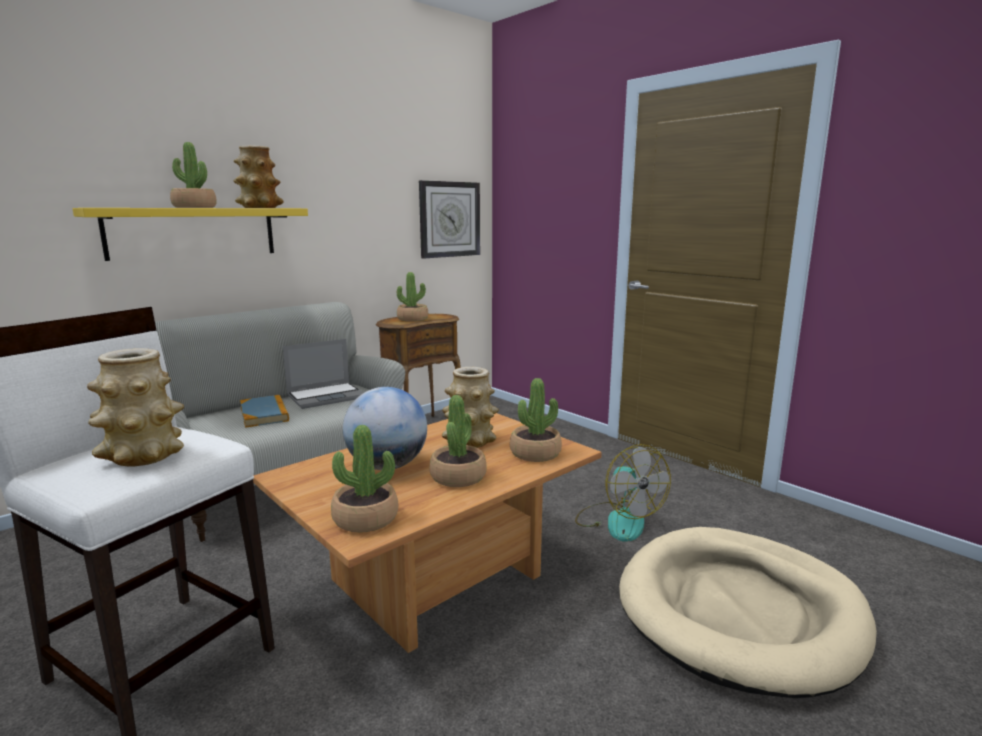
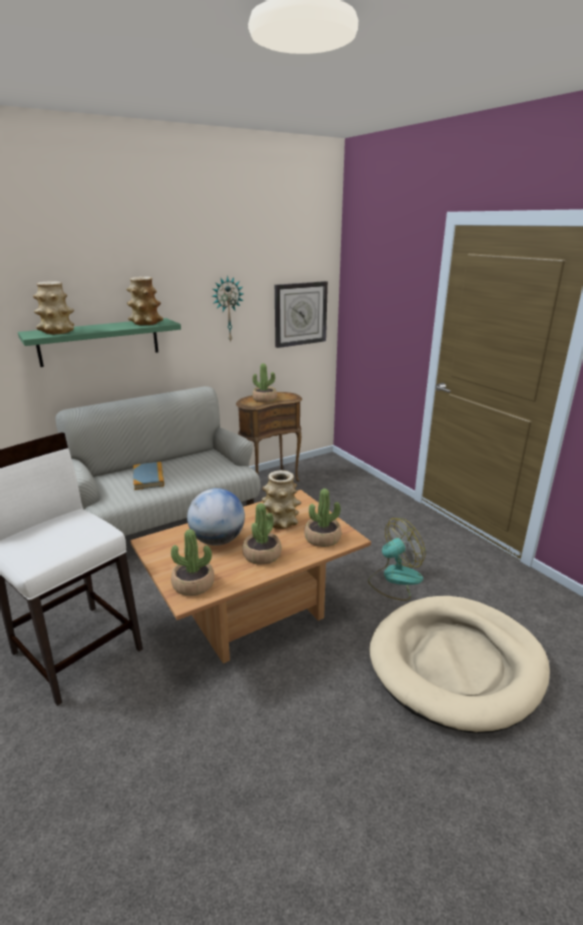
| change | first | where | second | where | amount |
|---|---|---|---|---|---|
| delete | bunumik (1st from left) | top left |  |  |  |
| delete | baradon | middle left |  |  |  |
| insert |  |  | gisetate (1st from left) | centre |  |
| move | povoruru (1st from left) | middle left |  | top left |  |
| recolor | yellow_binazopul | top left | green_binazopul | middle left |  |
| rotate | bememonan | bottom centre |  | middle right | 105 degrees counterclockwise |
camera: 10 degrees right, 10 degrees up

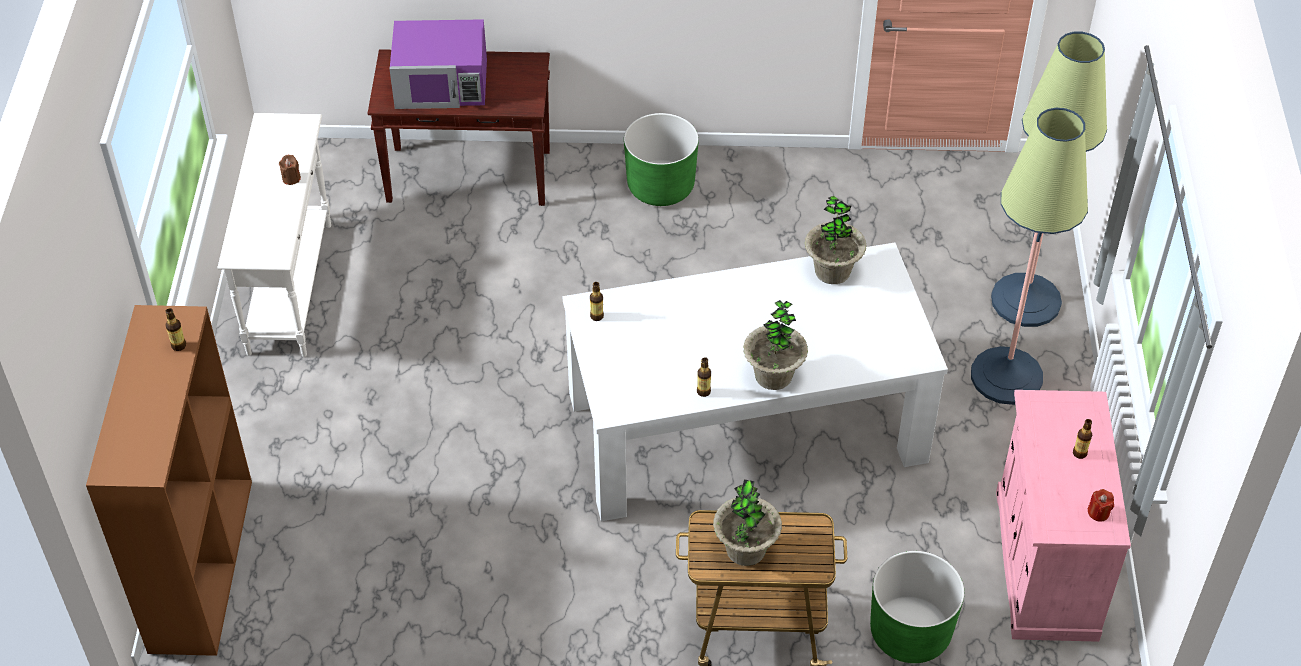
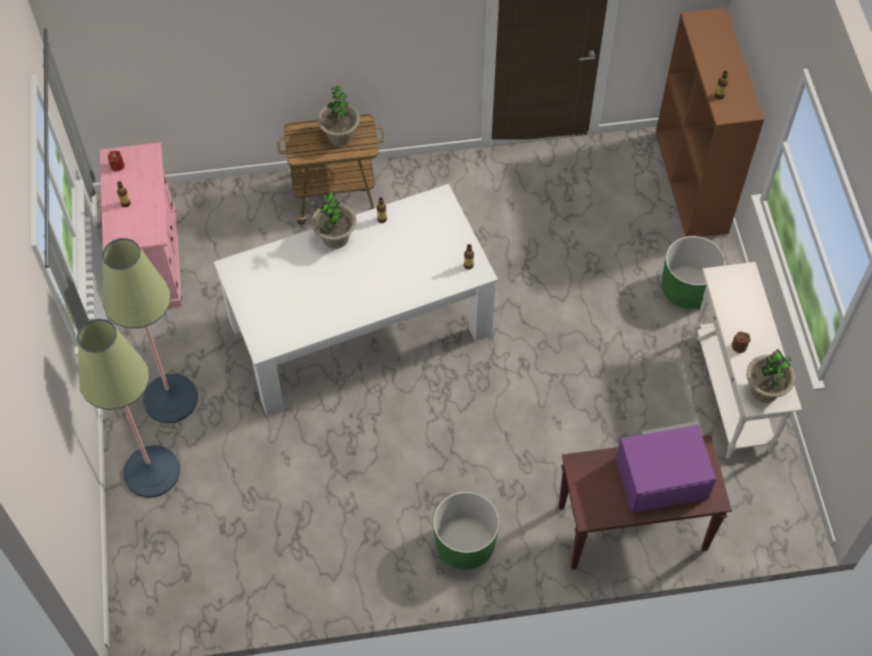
| change | first | where | second | where | amount |
|---|---|---|---|---|---|
| move | bunumik (3rd from left) | centre |  | middle right |  |
| move | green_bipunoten (2nd from left) | bottom right |  | middle right |  |
camera: 170 degrees right, 10 degrees up

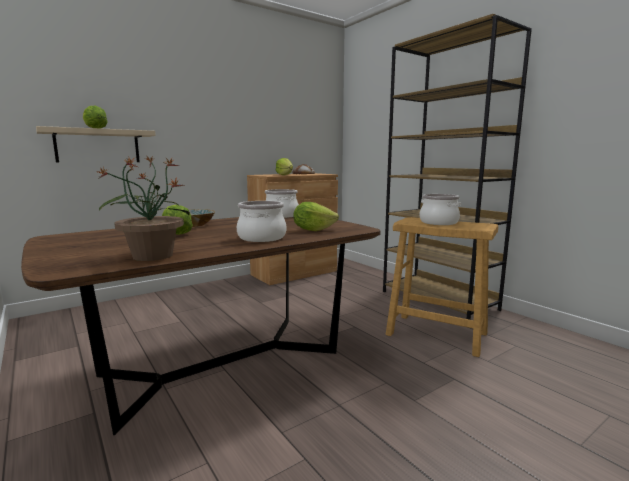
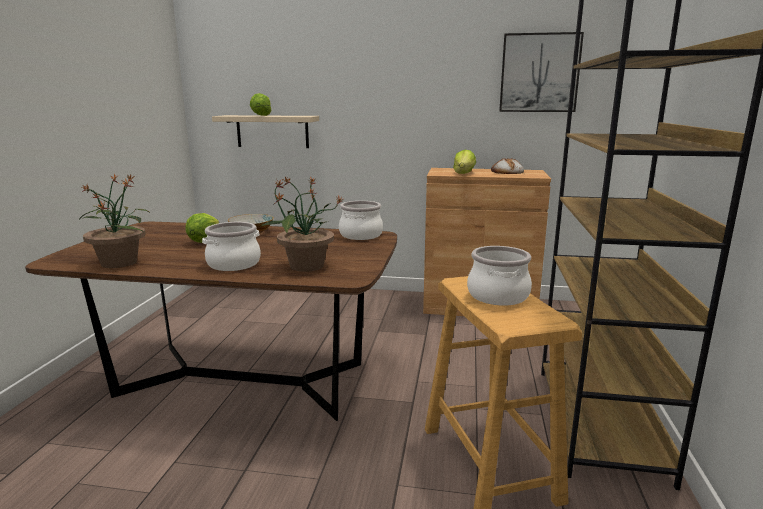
| change | first | where | second | where | amount |
|---|---|---|---|---|---|
| insert |  |  | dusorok | top right |  |
| replace | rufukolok (4th from left) | centre | bunumik (2nd from left) | centre |  |
camera: 45 degrees right, 5 degrees up

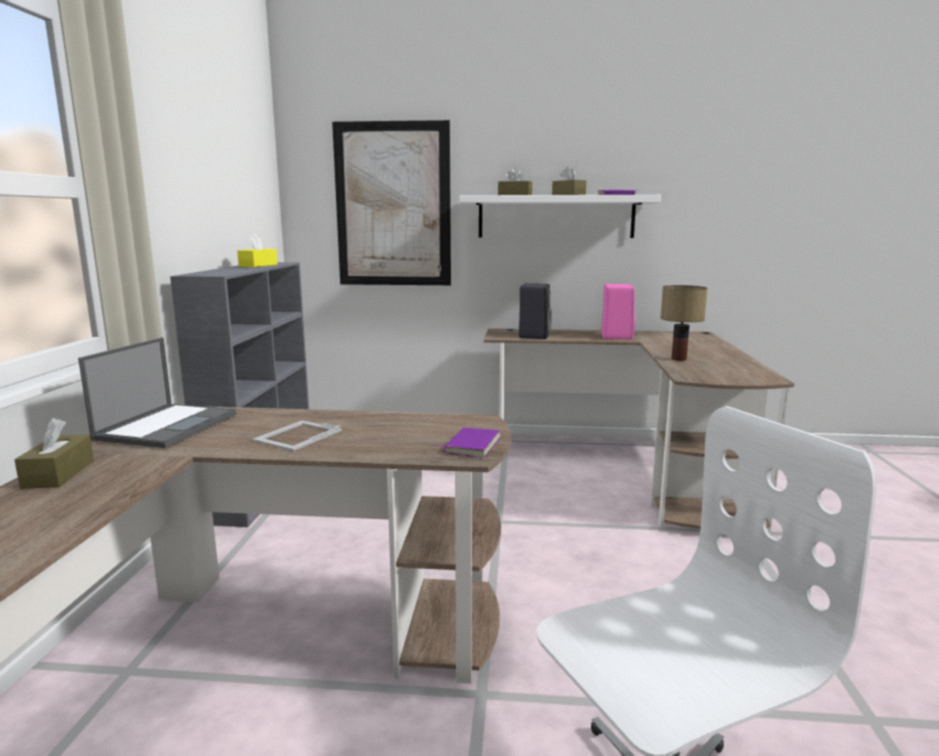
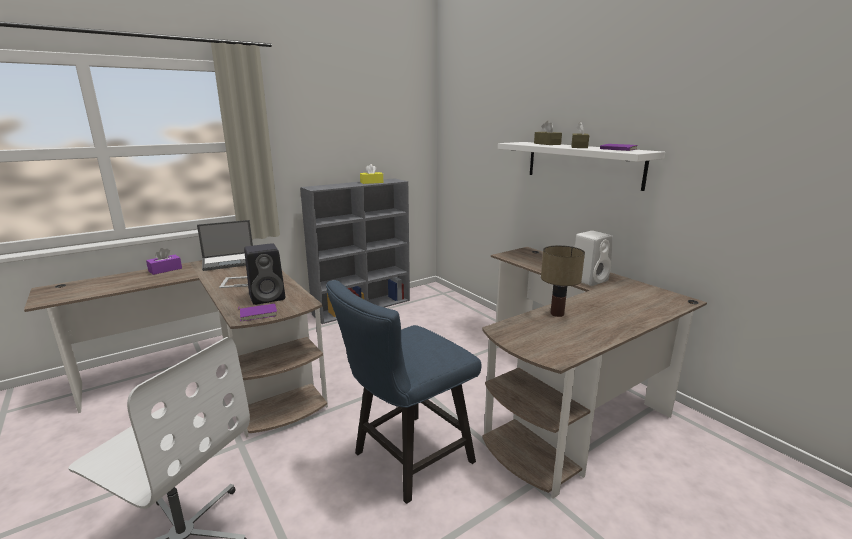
| change | first | where | second | where | amount |
|---|---|---|---|---|---|
| delete | dusorok | top centre |  |  |  |
| insert |  |  | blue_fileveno | bottom centre |  |
| move | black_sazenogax | centre |  | middle left |  |
| recolor | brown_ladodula (1st from left) | middle left | purple_ladodula | middle left |  |
| recolor | pink_sazenogax | centre | white_sazenogax | middle right |  |
camera: 50 degrees right, 5 degrees up

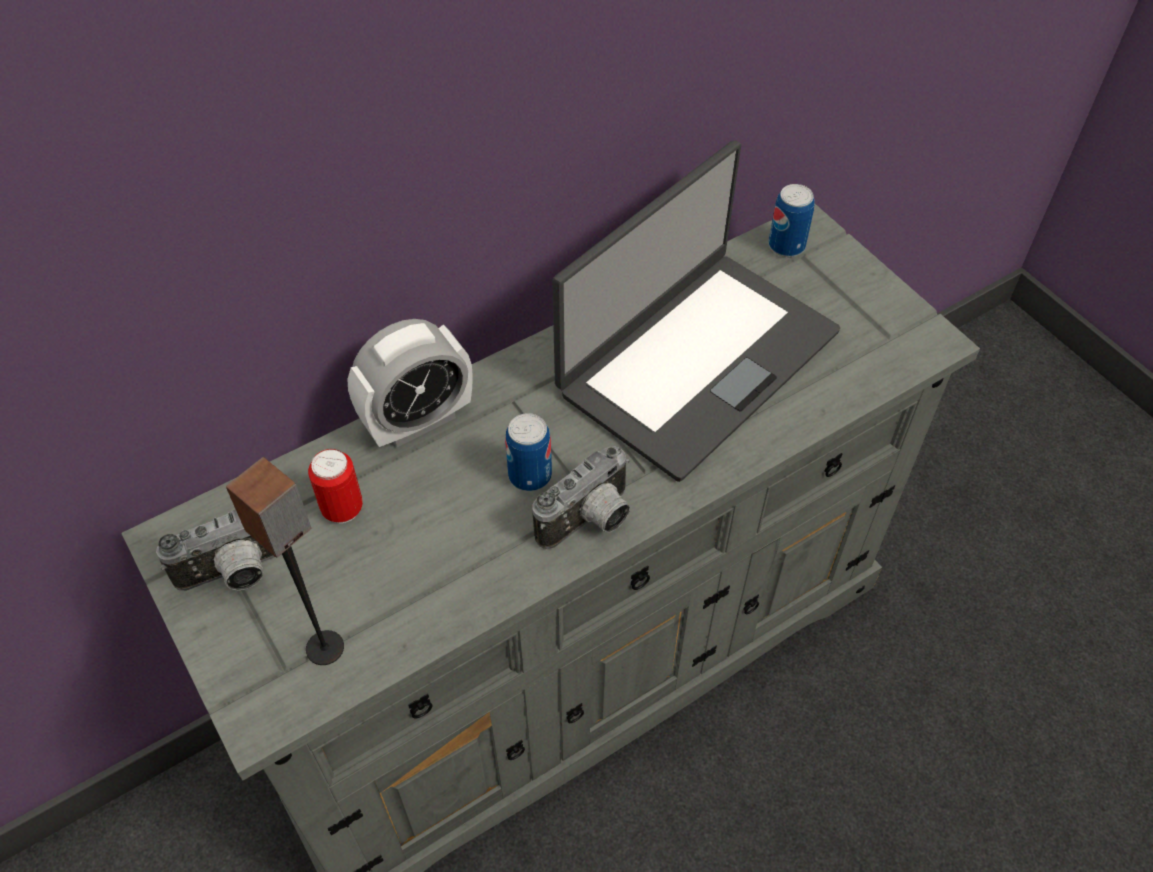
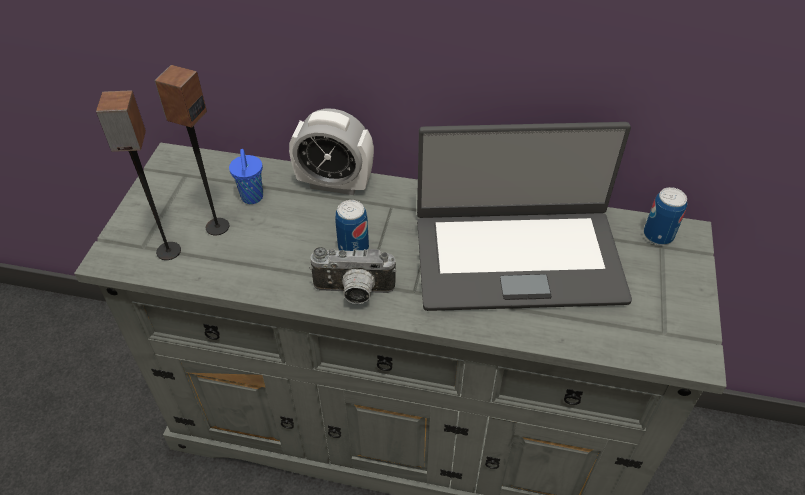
| change | first | where | second | where | amount |
|---|---|---|---|---|---|
| delete | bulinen (1st from left) | middle left |  |  |  |
| insert |  |  | sazenogax (2nd from left) | top left |  |
| replace | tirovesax (1st from left) | middle left | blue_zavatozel | middle left |  |
camera: 45 degrees right, 5 degrees down

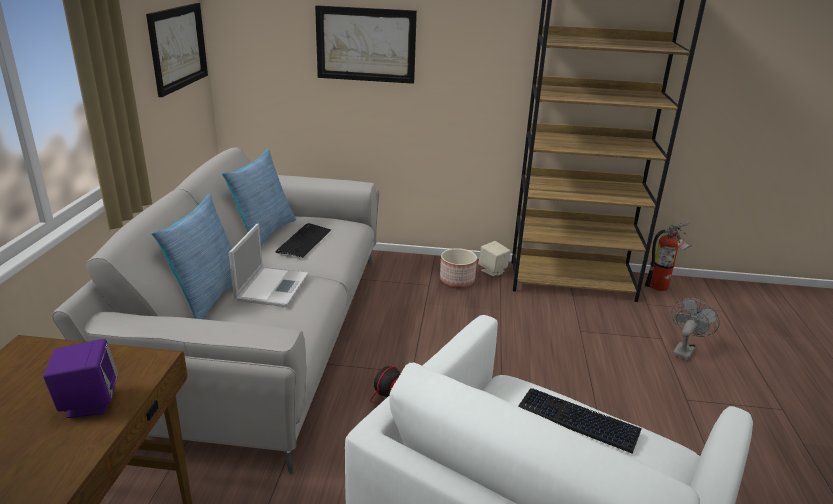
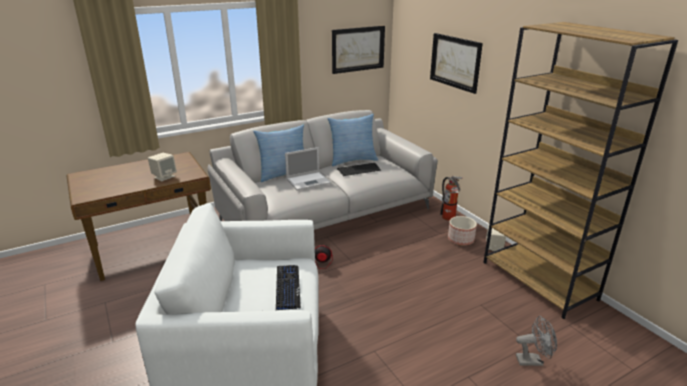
| change | first | where | second | where | amount |
|---|---|---|---|---|---|
| move | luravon | middle right |  | centre |  |
| recolor | purple_sazenogax | bottom left | beige_sazenogax (1st from left) | middle left |  |
camera: 55 degrees right, 0 degrees up

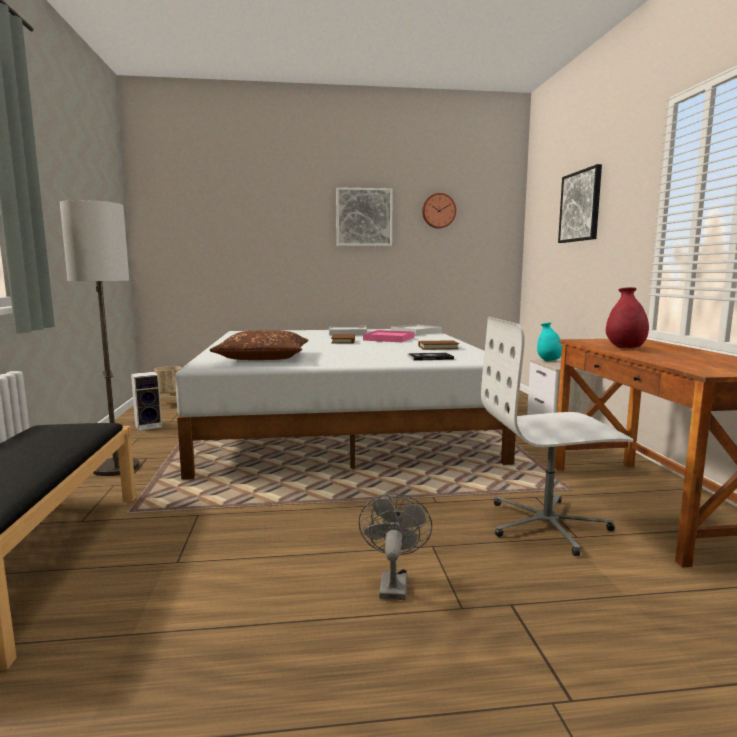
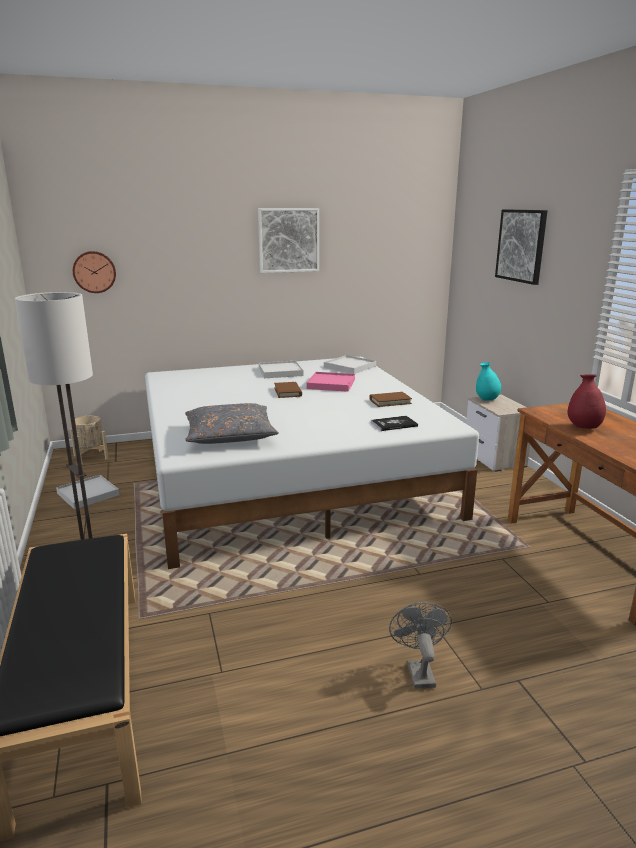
| change | first | where | second | where | amount |
|---|---|---|---|---|---|
| delete | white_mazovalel | middle right |  |  |  |
| move | gisetate | top centre |  | top left |  |
| replace | sazenogax | middle left | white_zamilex (1st from left) | middle left |  |
| recolor | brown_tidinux | centre | grey_tidinux | centre |  |
camera: 10 degrees left, 10 degrees up

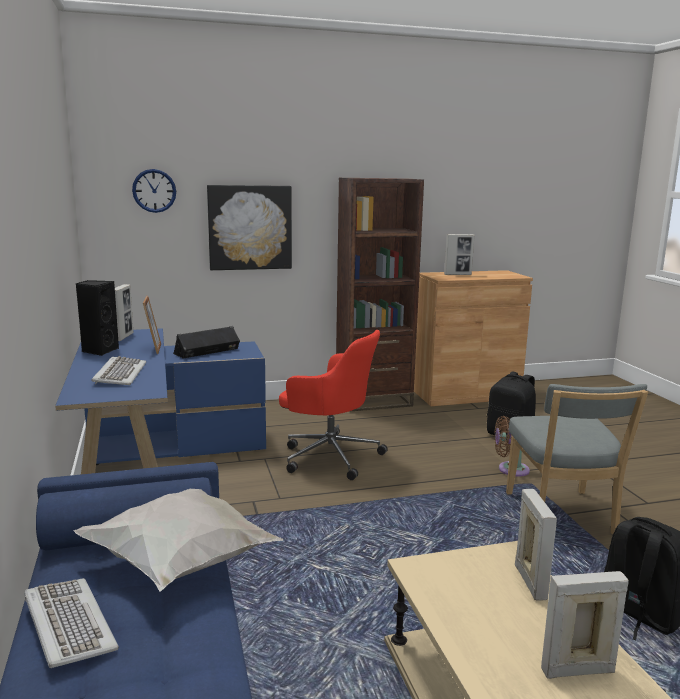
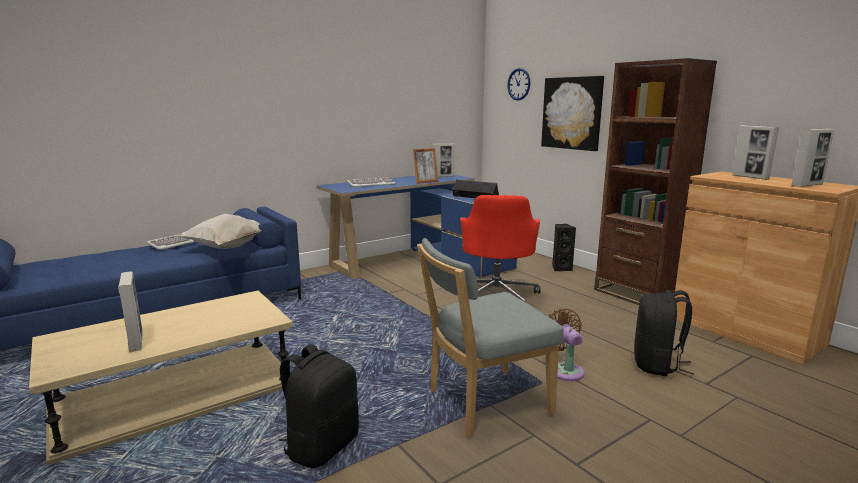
| change | first | where | second | where | amount |
|---|---|---|---|---|---|
| move | black_sazenogax (1st from left in the first image) | middle left | black_sazenogax (2nd from left) | centre |  |
| move | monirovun (4th from left in the first image) | bottom right | monirovun (5th from left) | top right |  |
camera: 70 degrees right, 0 degrees up

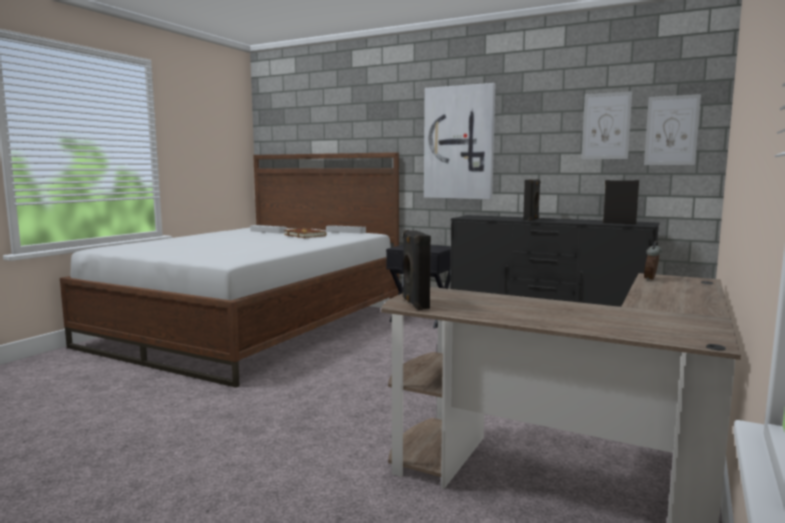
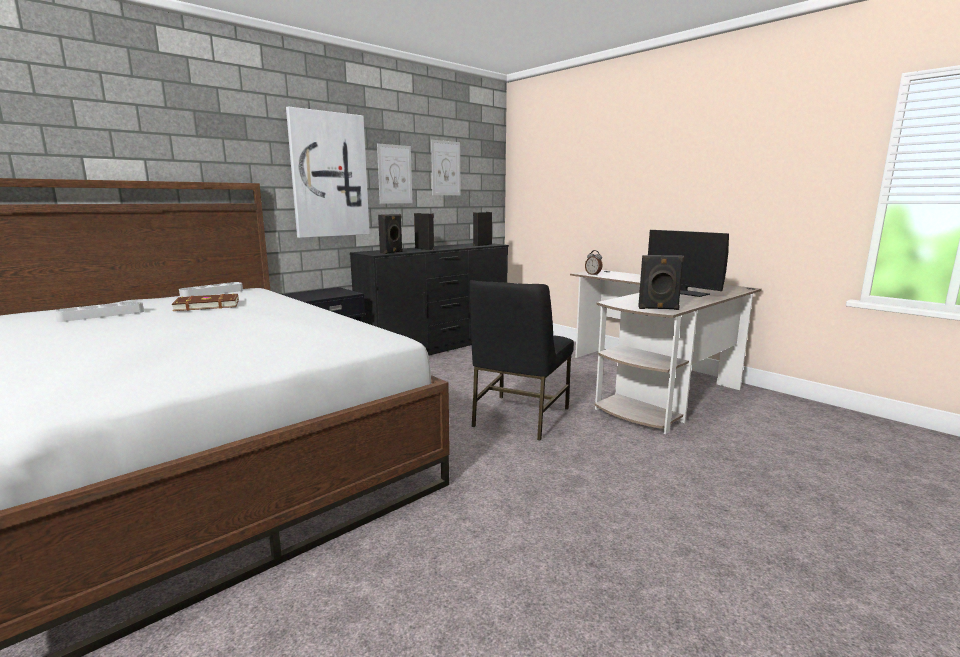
| change | first | where | second | where | amount |
|---|---|---|---|---|---|
| insert |  |  | black_sazenogax (1st from left) | centre |  |
| insert |  |  | black_fileveno | centre |  |
| insert |  |  | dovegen | middle right |  |
| move | dusorok (3rd from left in the first image) | top right | dusorok (2nd from left) | top centre |  |
camera: 70 degrees left, 5 degrees up

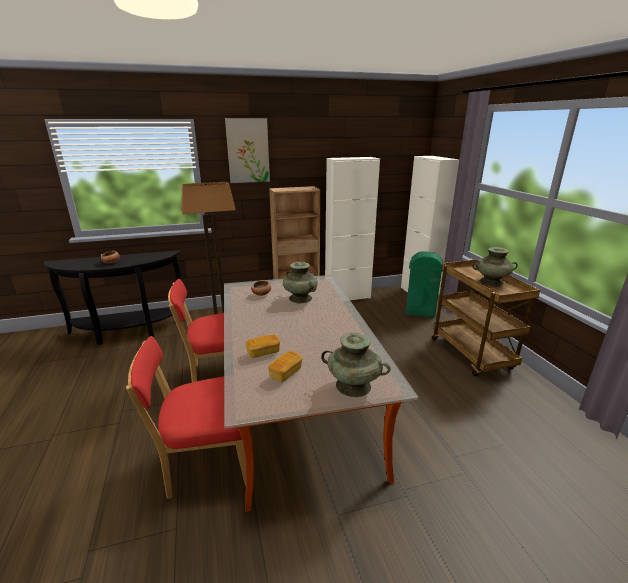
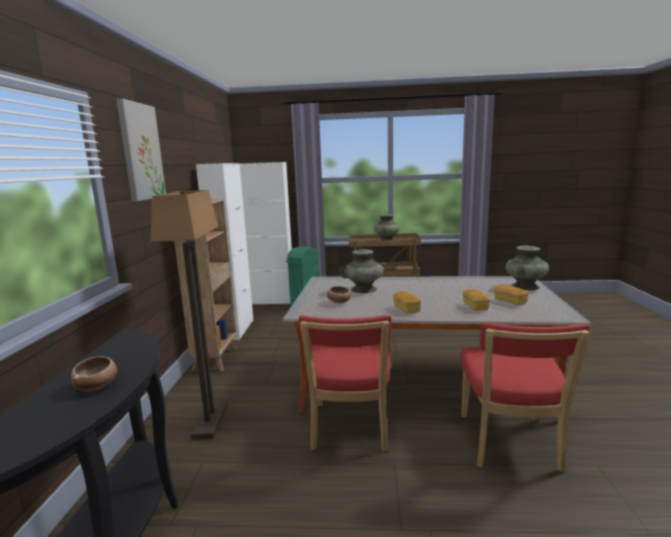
| change | first | where | second | where | amount |
|---|---|---|---|---|---|
| insert |  |  | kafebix (1st from left) | centre |  |
camera: 70 degrees left, 10 degrees down

